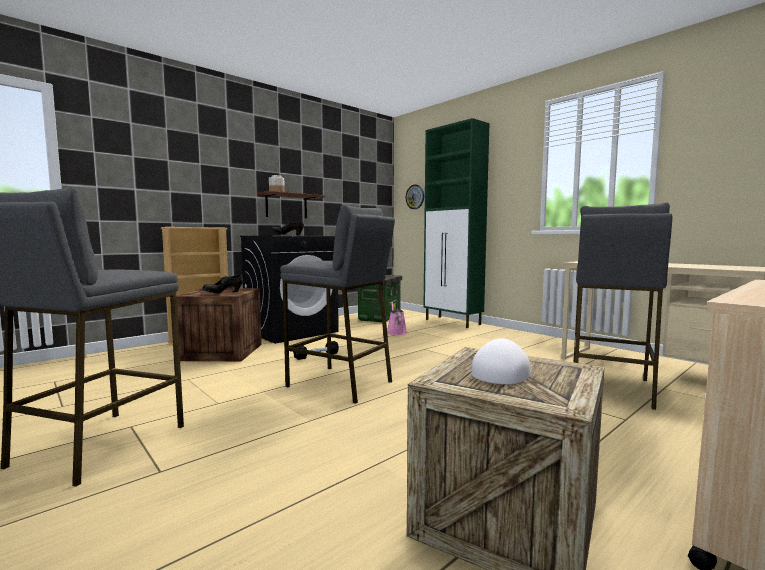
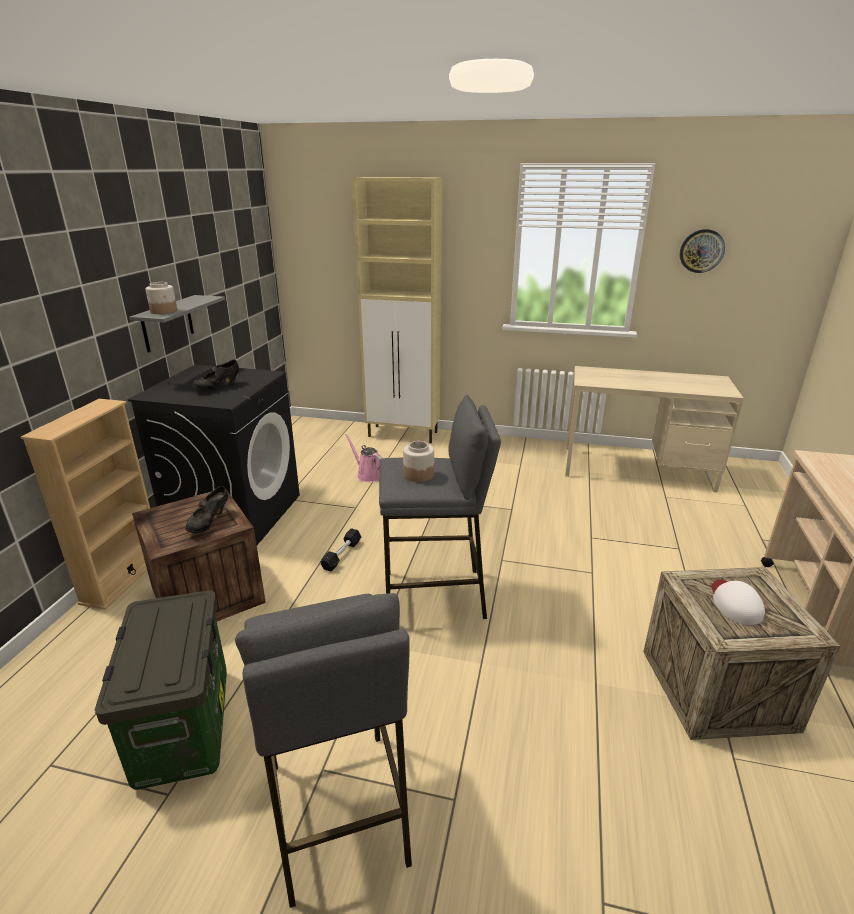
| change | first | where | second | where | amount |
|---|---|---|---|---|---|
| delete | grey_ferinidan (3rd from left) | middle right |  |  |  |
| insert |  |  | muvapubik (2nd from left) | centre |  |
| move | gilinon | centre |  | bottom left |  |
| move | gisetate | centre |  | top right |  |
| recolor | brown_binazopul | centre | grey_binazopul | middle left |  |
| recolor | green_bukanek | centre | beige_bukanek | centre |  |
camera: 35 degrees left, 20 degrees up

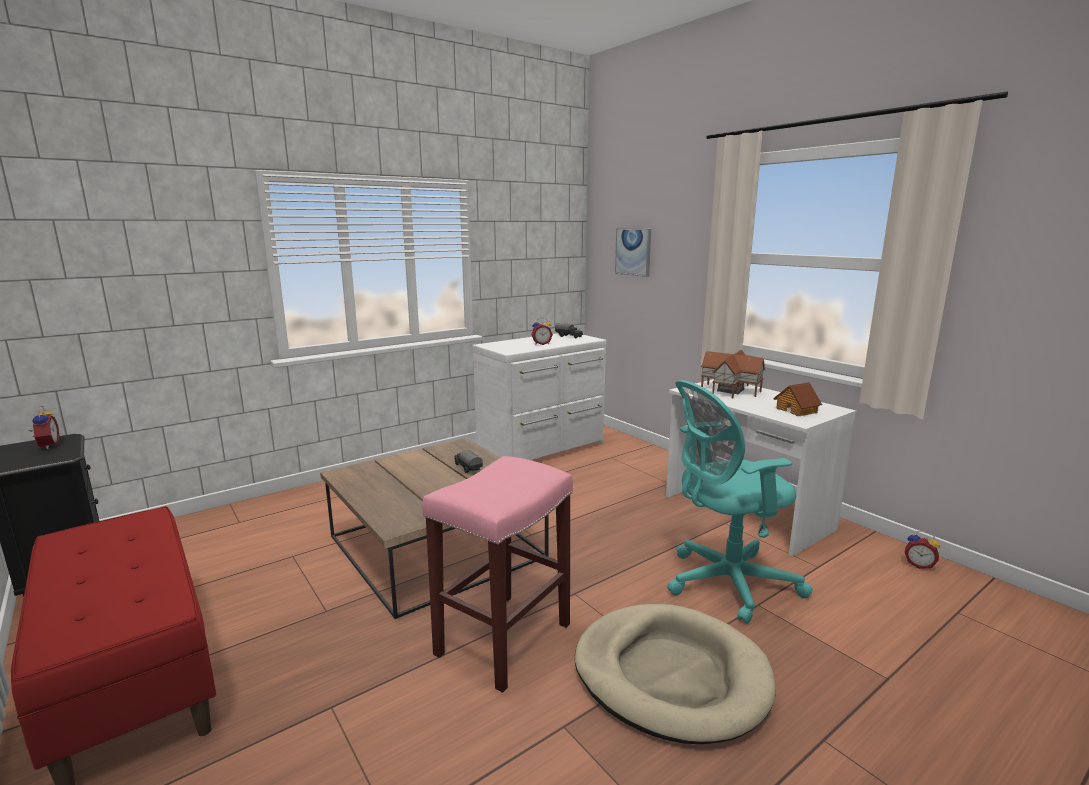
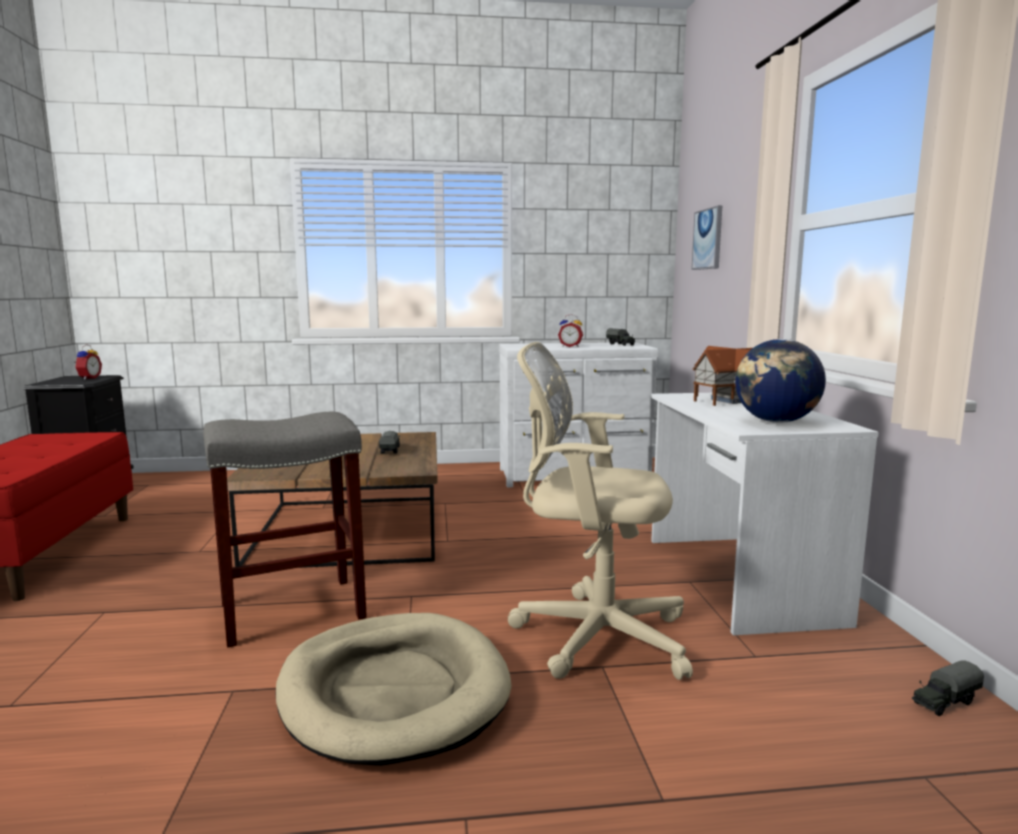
| change | first | where | second | where | amount |
|---|---|---|---|---|---|
| replace | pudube (2nd from left) | middle right | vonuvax | middle right |  |
| replace | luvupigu (3rd from left) | bottom right | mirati (3rd from left) | bottom right |  |
| recolor | pink_ferinidan | bottom centre | grey_ferinidan | middle left |  |
| recolor | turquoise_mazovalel | middle right | beige_mazovalel | centre |  |
camera: 30 degrees right, 5 degrees down

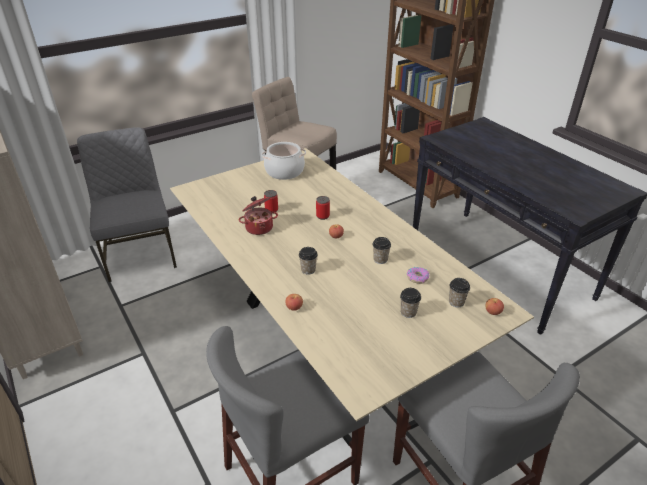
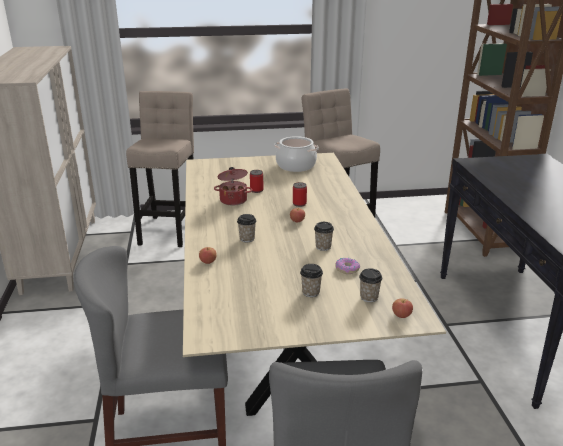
| change | first | where | second | where | amount |
|---|---|---|---|---|---|
| replace | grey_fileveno (1st from left) | middle left | beige_ferinidan (1st from left) | middle left |  |
camera: 25 degrees right, 10 degrees down

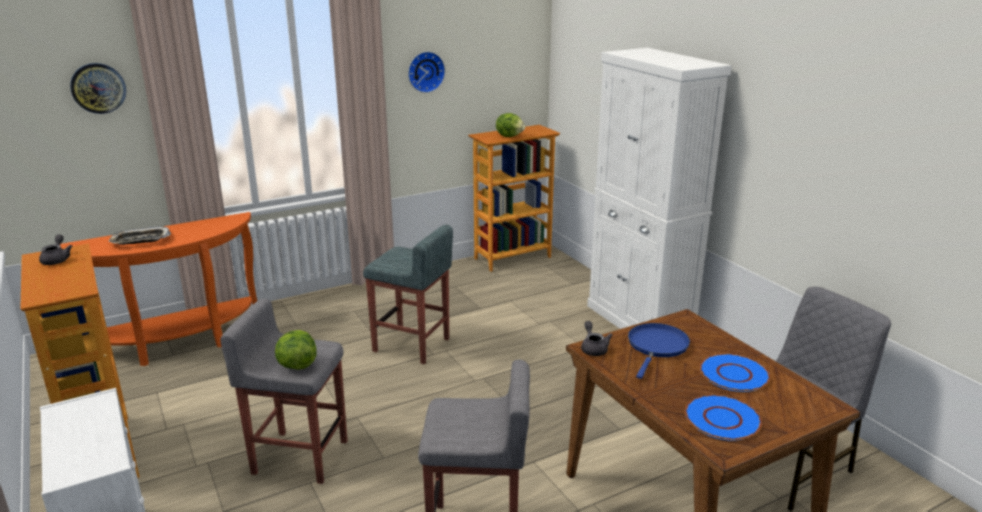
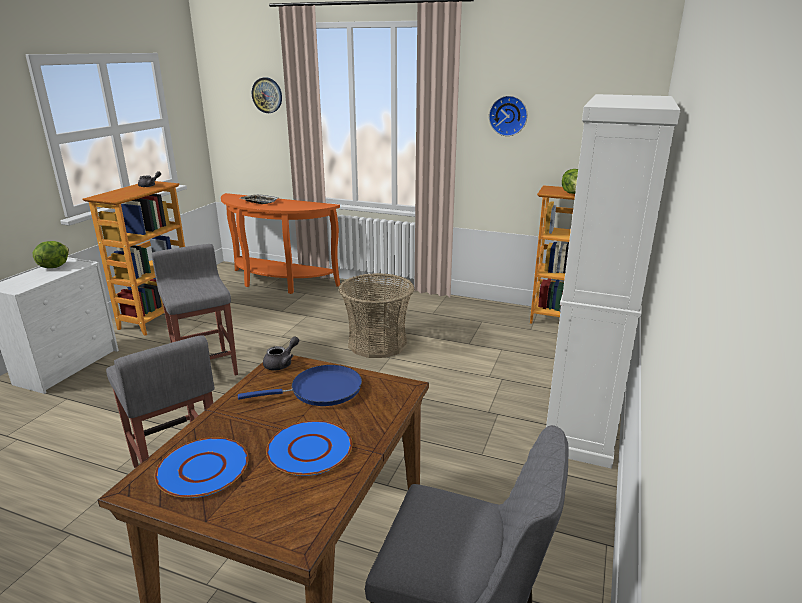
| change | first | where | second | where | amount |
|---|---|---|---|---|---|
| move | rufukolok (1st from left) | bottom left |  | middle left |  |
| replace | grey_ferinidan (2nd from left) | centre | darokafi | centre |  |
camera: 50 degrees right, 0 degrees up

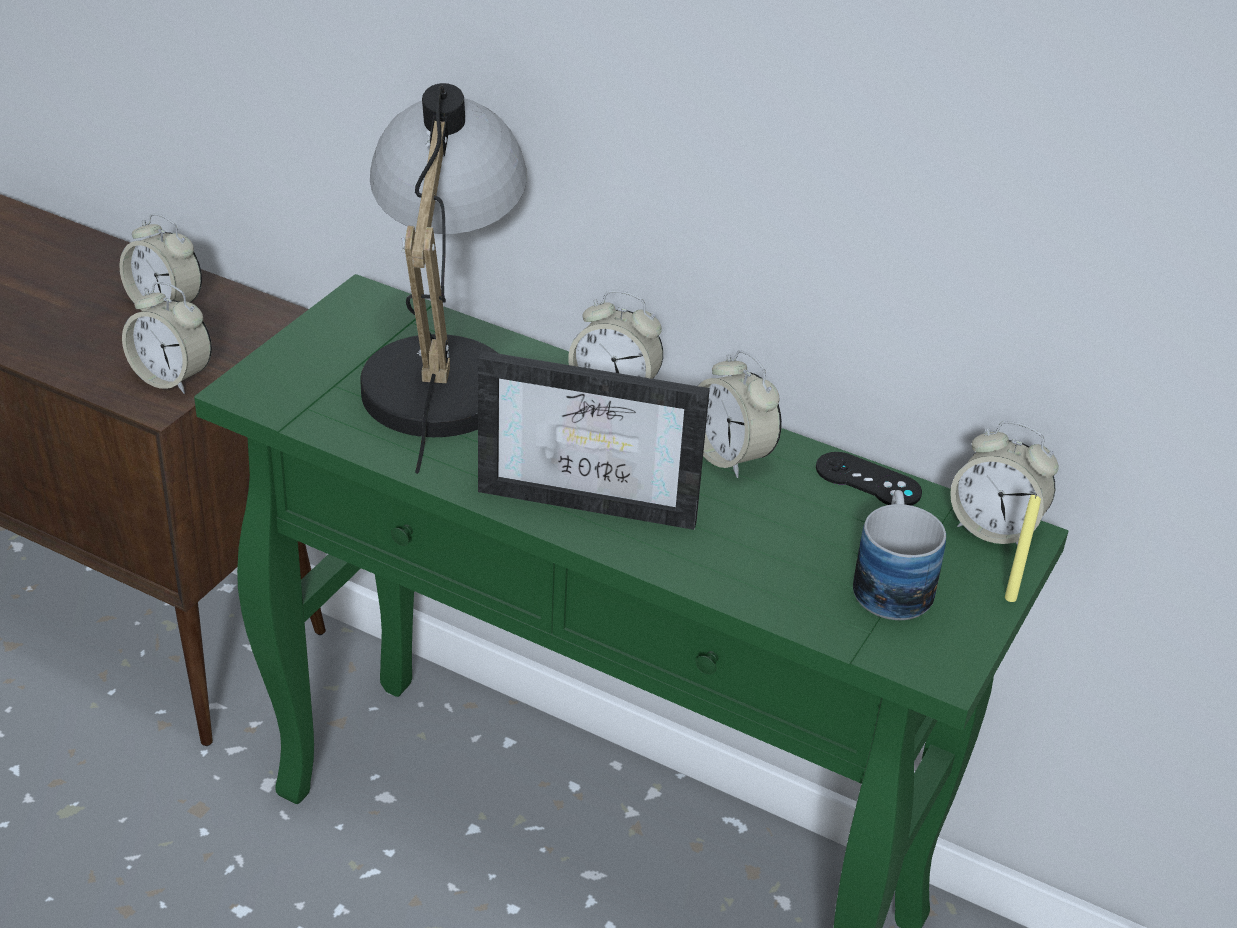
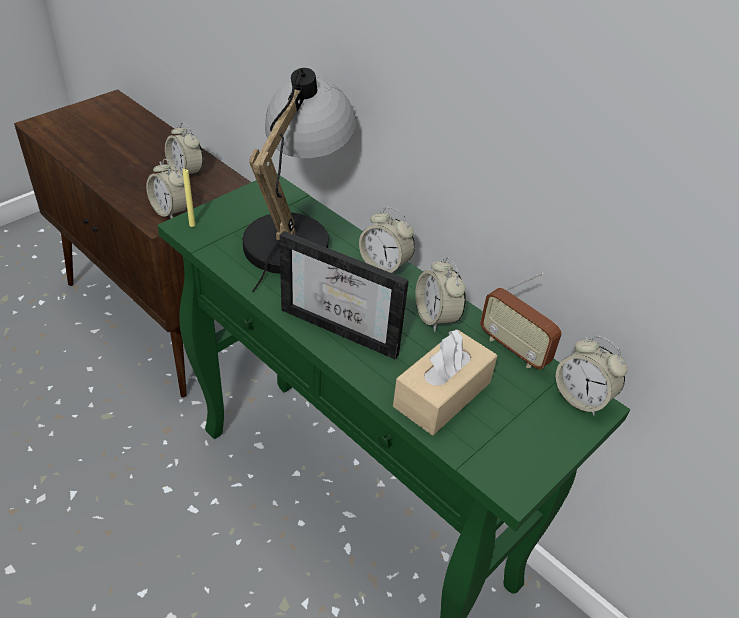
| change | first | where | second | where | amount |
|---|---|---|---|---|---|
| delete | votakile | middle right |  |  |  |
| insert |  |  | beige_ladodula | centre |  |
| move | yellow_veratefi | middle right |  | top left |  |
| replace | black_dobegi | middle right | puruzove | middle right |  |
camera: 15 degrees right, 5 degrees up

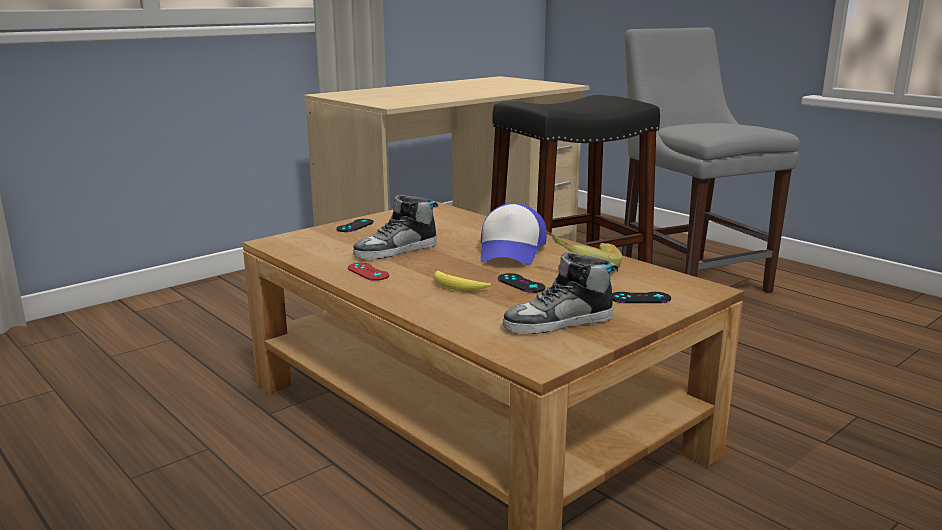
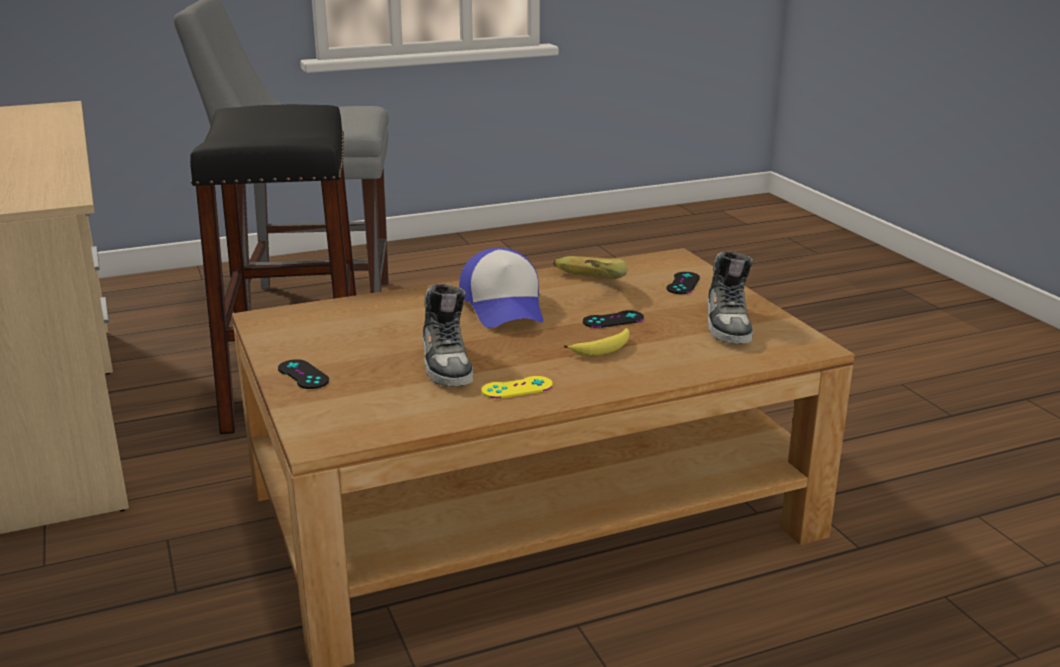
| change | first | where | second | where | amount |
|---|---|---|---|---|---|
| recolor | red_dobegi | centre | yellow_dobegi | centre |  |
| rotate | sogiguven | centre |  | centre | 45 degrees clockwise |
camera: 70 degrees left, 5 degrees up

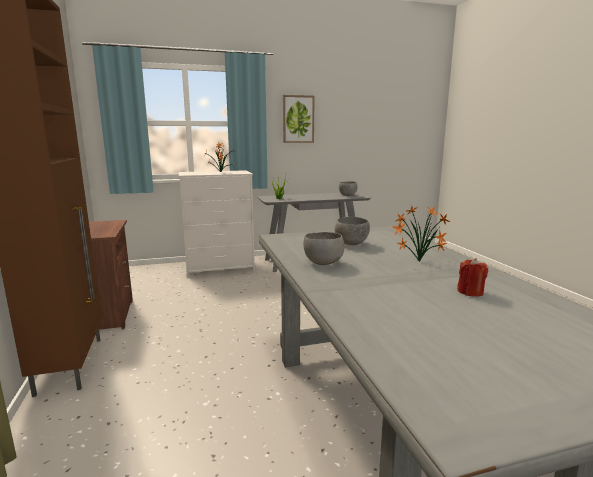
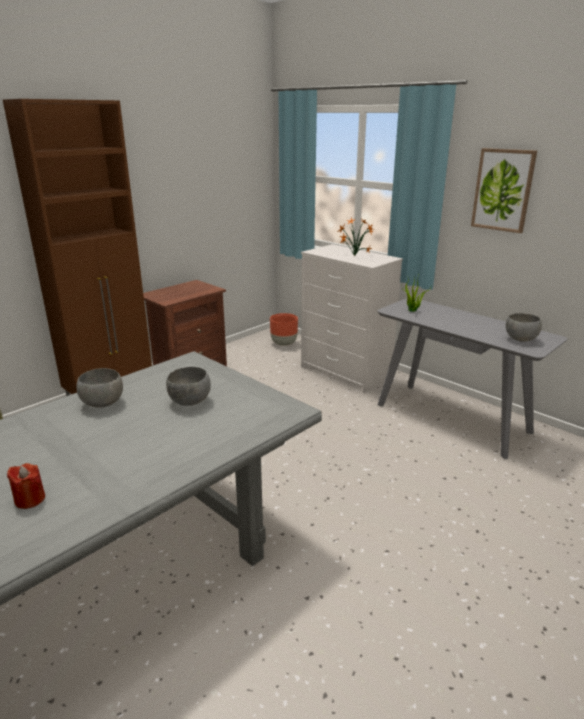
| change | first | where | second | where | amount |
|---|---|---|---|---|---|
| delete | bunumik (3rd from left) | middle right |  |  |  |
| insert |  |  | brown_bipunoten | centre |  |
camera: 60 degrees right, 10 degrees up

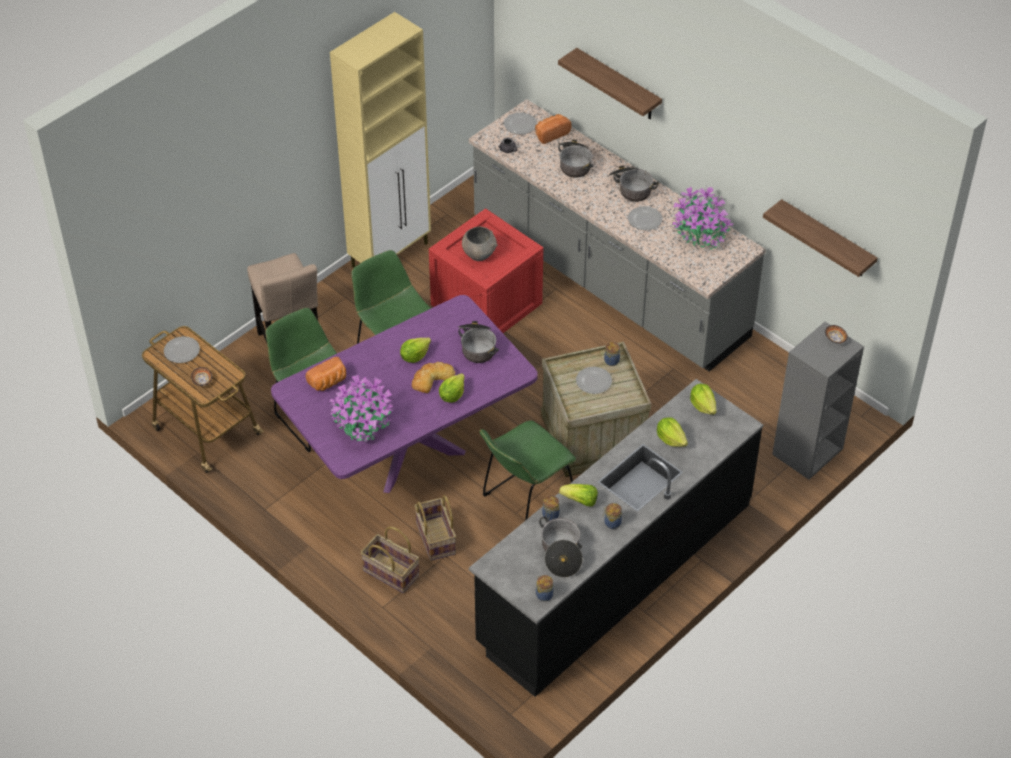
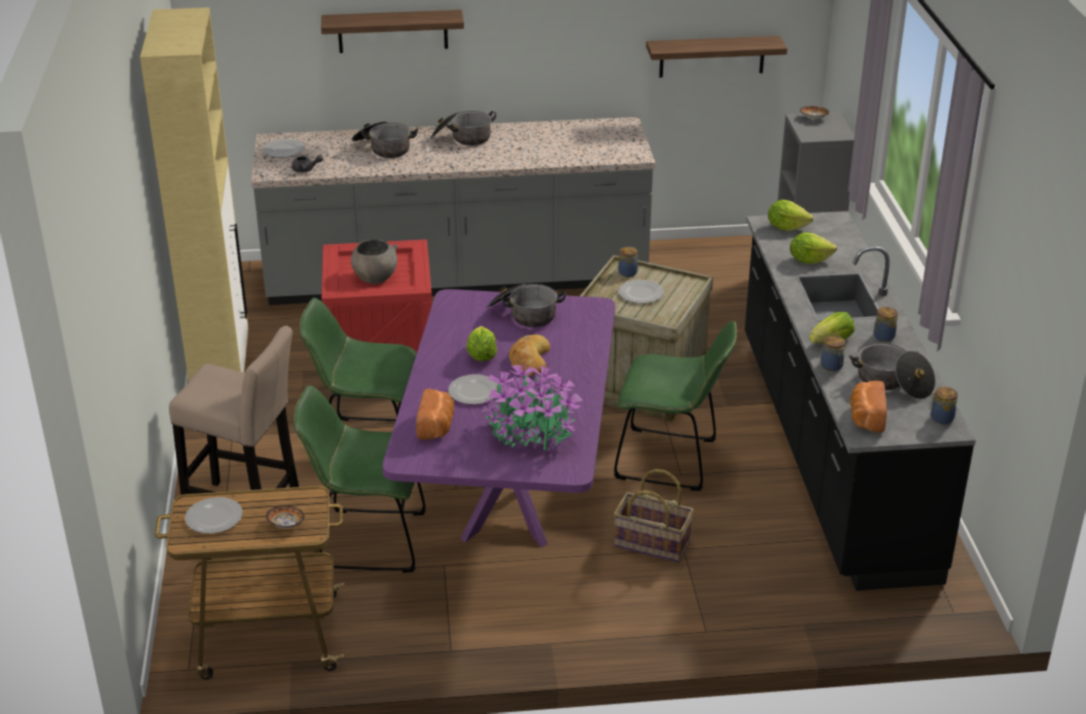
| change | first | where | second | where | amount |
|---|---|---|---|---|---|
| delete | darokafi (1st from left) | bottom centre |  |  |  |
| delete | rufukolok (2nd from left) | centre |  |  |  |
| delete | bunumik (2nd from left) | top right |  |  |  |
| move | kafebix (3rd from left) | top centre |  | middle right |  |
| move | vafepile (4th from left in the first image) | top centre | vafepile (3rd from left) | centre |  |
| rotate | green_fileveno (3rd from left) | centre |  | centre | 75 degrees counterclockwise |
camera: 50 degrees left, 15 degrees down

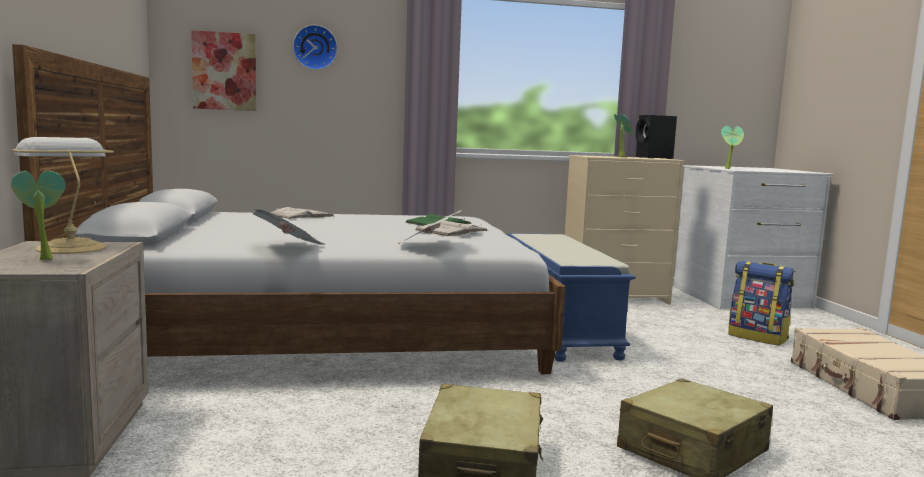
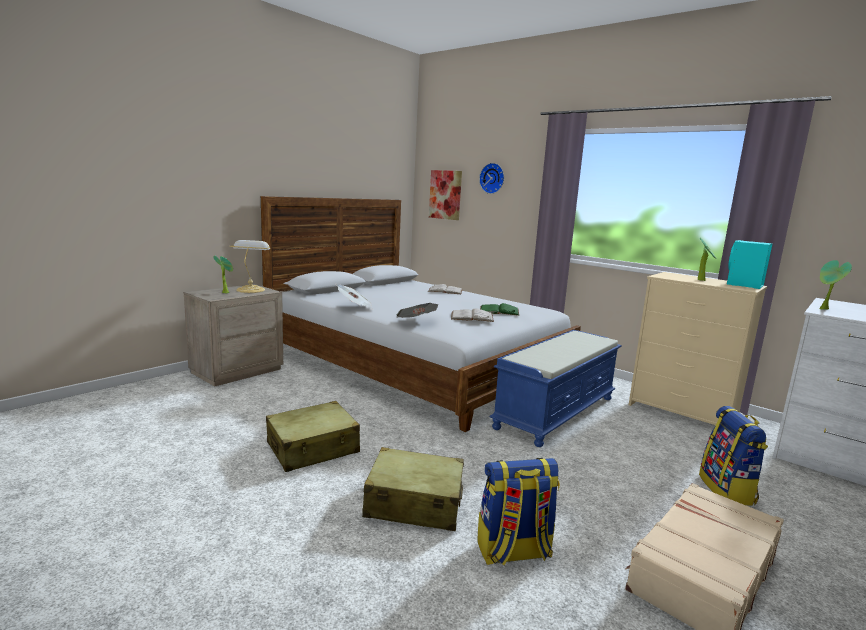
| change | first | where | second | where | amount |
|---|---|---|---|---|---|
| insert |  |  | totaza (1st from left) | bottom centre |  |
| recolor | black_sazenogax | top right | turquoise_sazenogax | middle right |  |
camera: 50 degrees right, 5 degrees up

